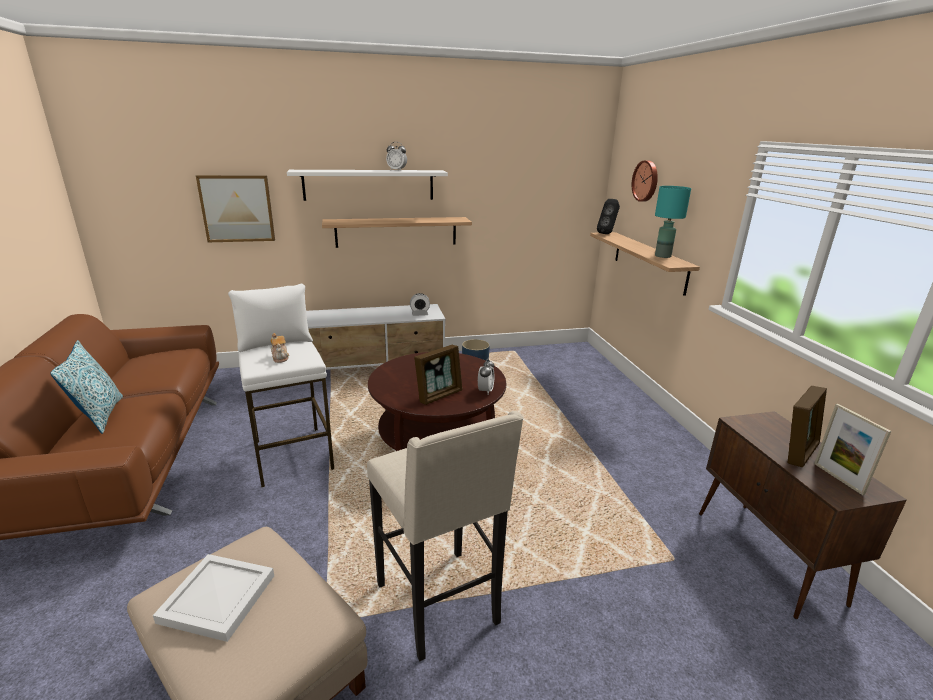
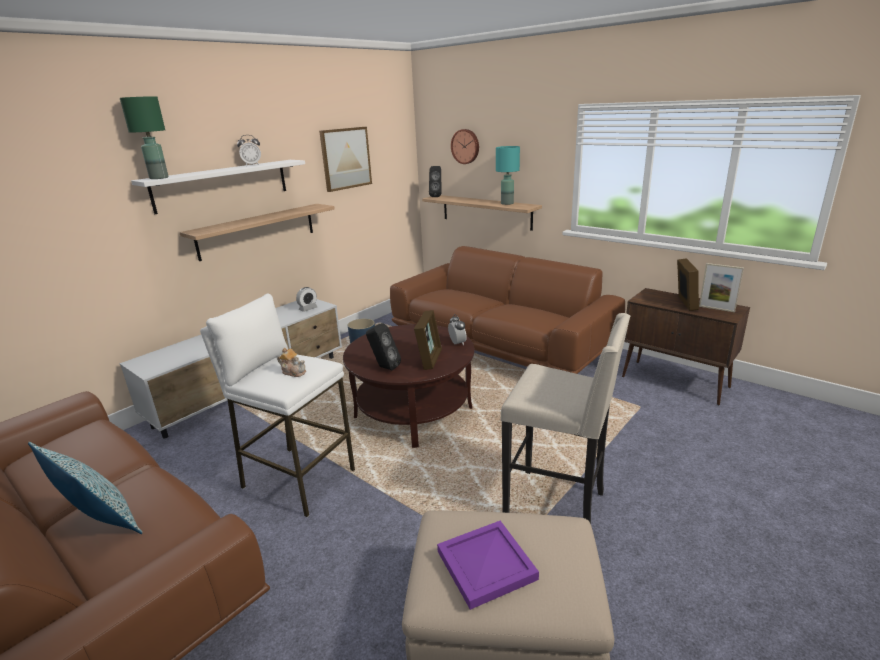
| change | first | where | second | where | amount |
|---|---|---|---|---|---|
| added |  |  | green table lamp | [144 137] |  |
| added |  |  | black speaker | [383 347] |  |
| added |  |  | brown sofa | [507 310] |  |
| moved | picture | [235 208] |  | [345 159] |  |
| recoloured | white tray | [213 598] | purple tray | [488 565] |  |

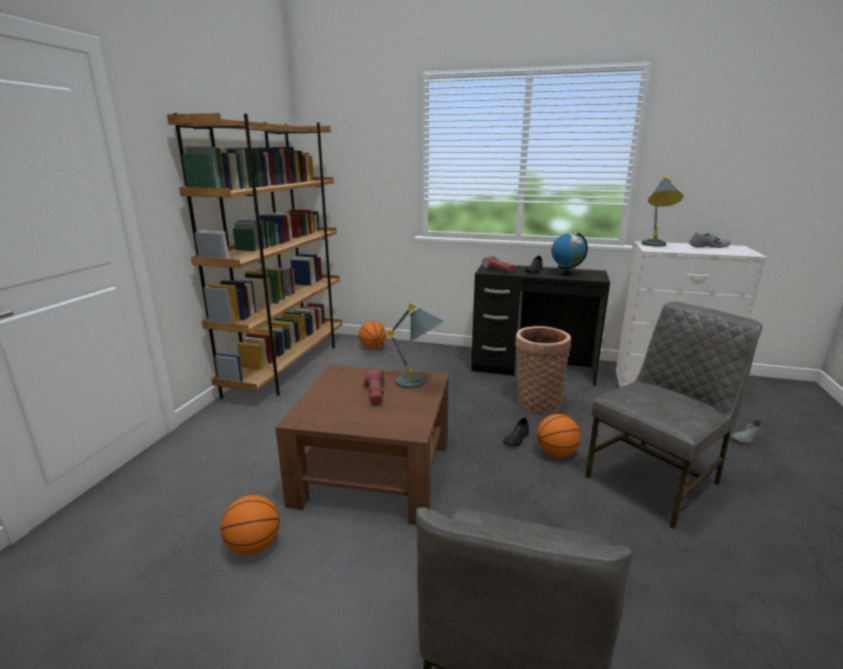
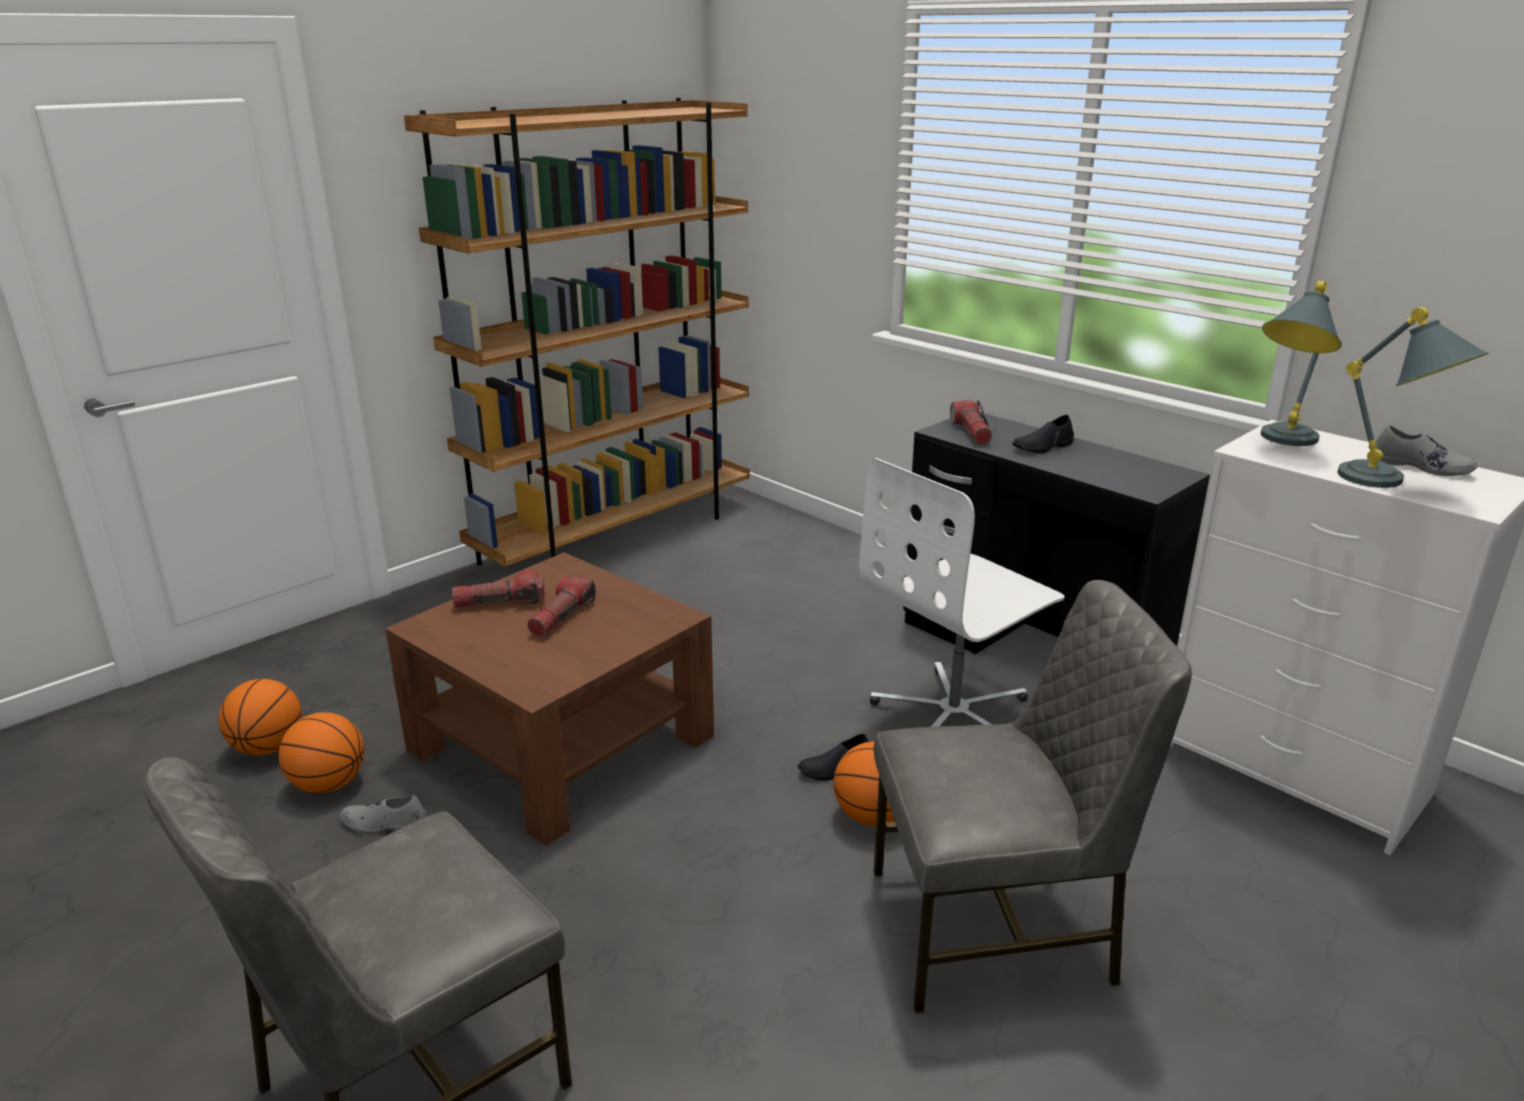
| change | first | where | second | where | amount |
|---|---|---|---|---|---|
| removed | globe | [570 254] |  |  |  |
| added |  |  | flashlight | [498 588] |  |
| moved | basketball | [372 335] |  | [260 717] |  |
| moved | grey table lamp | [416 346] |  | [1413 397] |  |
| moved | grey shoe | [747 431] |  | [383 814] |  |
| replaced | basket | [543 370] | white office chair | [962 592] |  |

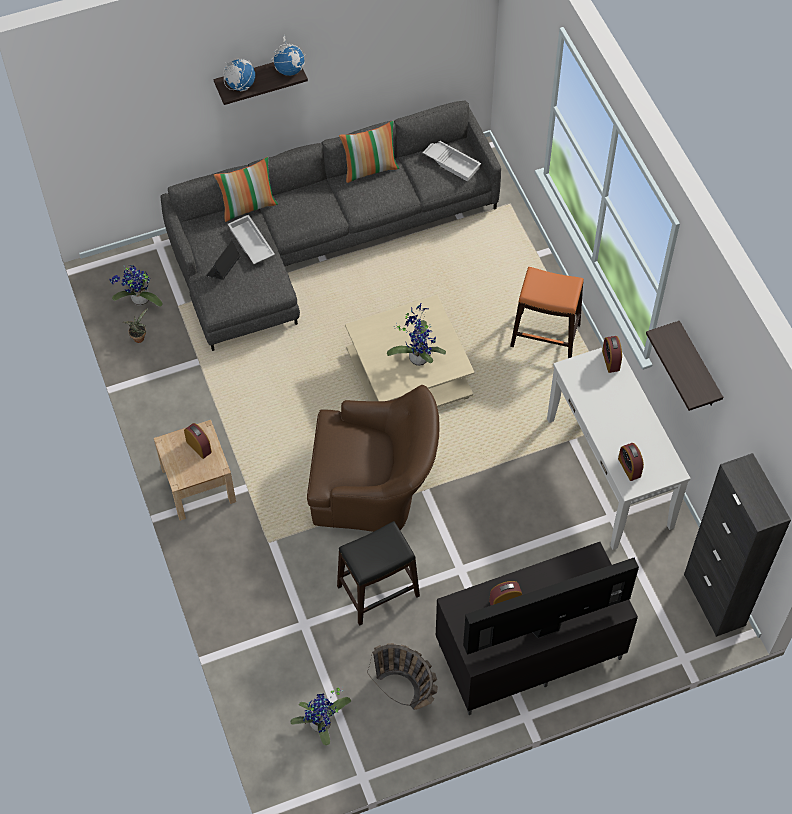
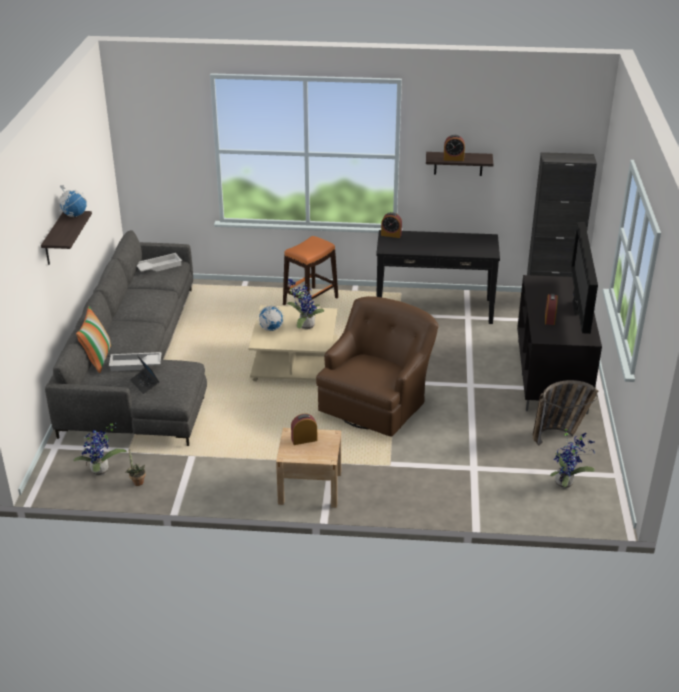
| change | first | where | second | where | amount |
|---|---|---|---|---|---|
| removed | black stool | [378 573] |  |  |  |
| removed | pillow | [369 152] |  |  |  |
| moved | globe | [239 74] |  | [270 318] |  |
| moved | alarm clock | [631 462] |  | [454 148] |  |
| recoloured | white console table | [619 448] | black console table | [438 277] |  |

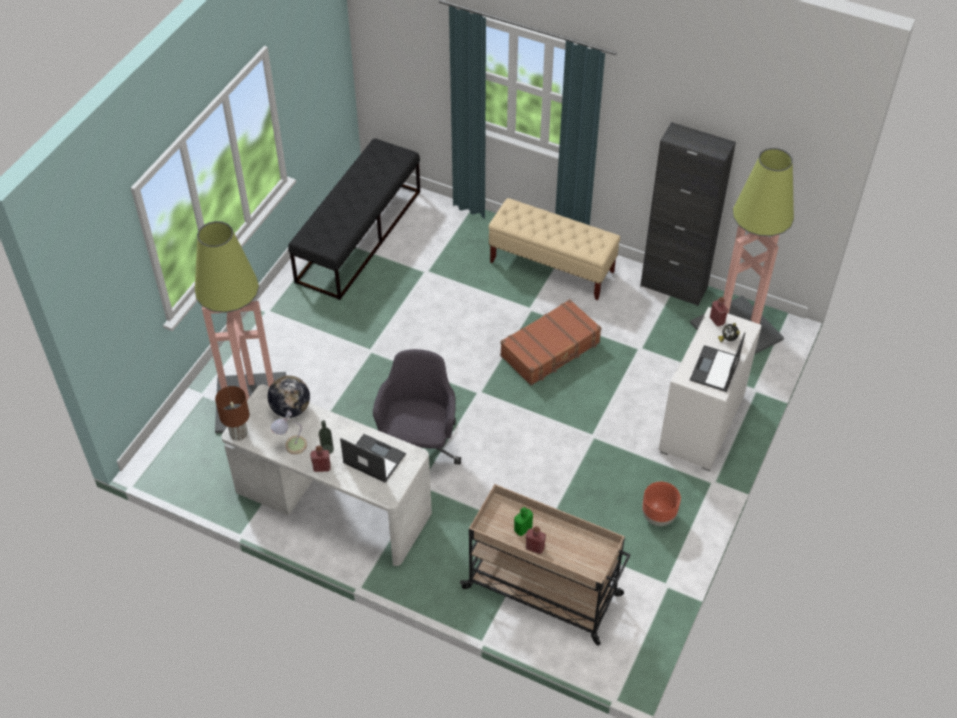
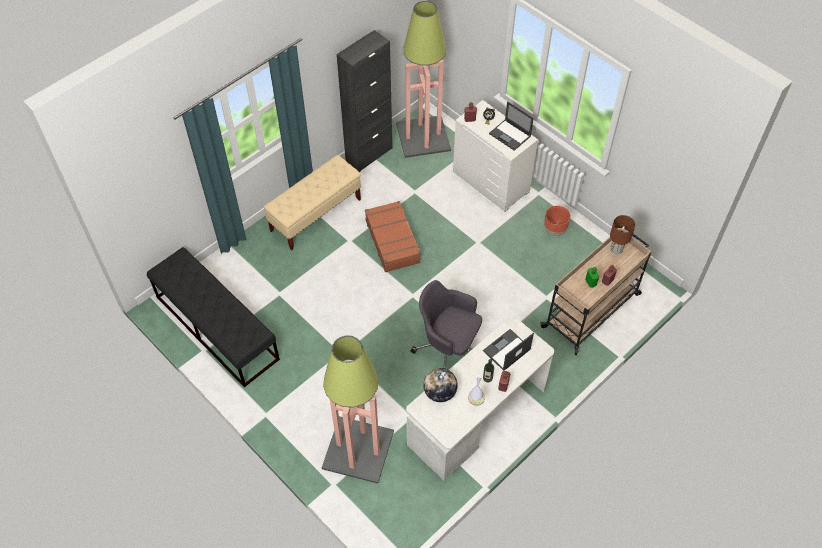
| change | first | where | second | where | amount |
|---|---|---|---|---|---|
| moved | brown table lamp | [232 413] |  | [622 234] |  |

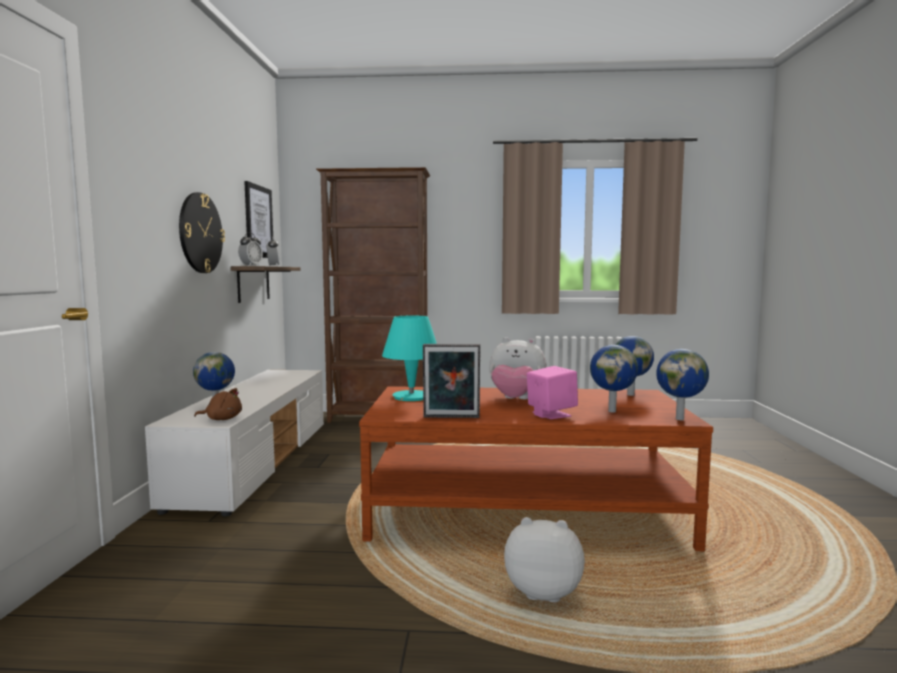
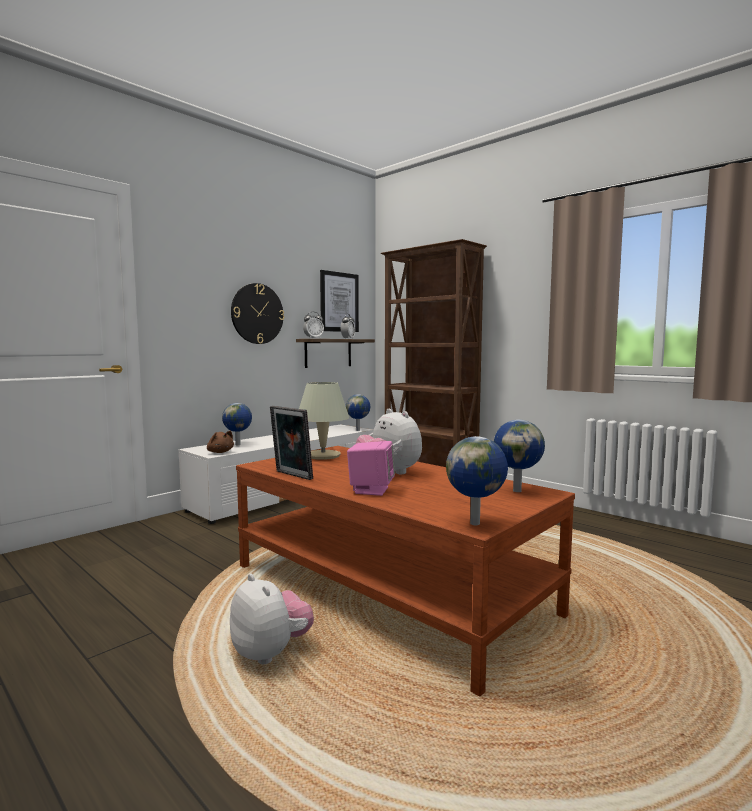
| change | first | where | second | where | amount |
|---|---|---|---|---|---|
| moved | globe | [614 379] |  | [358 412] |  |
| recoloured | turquoise table lamp | [409 358] | beige table lamp | [324 421] |  |

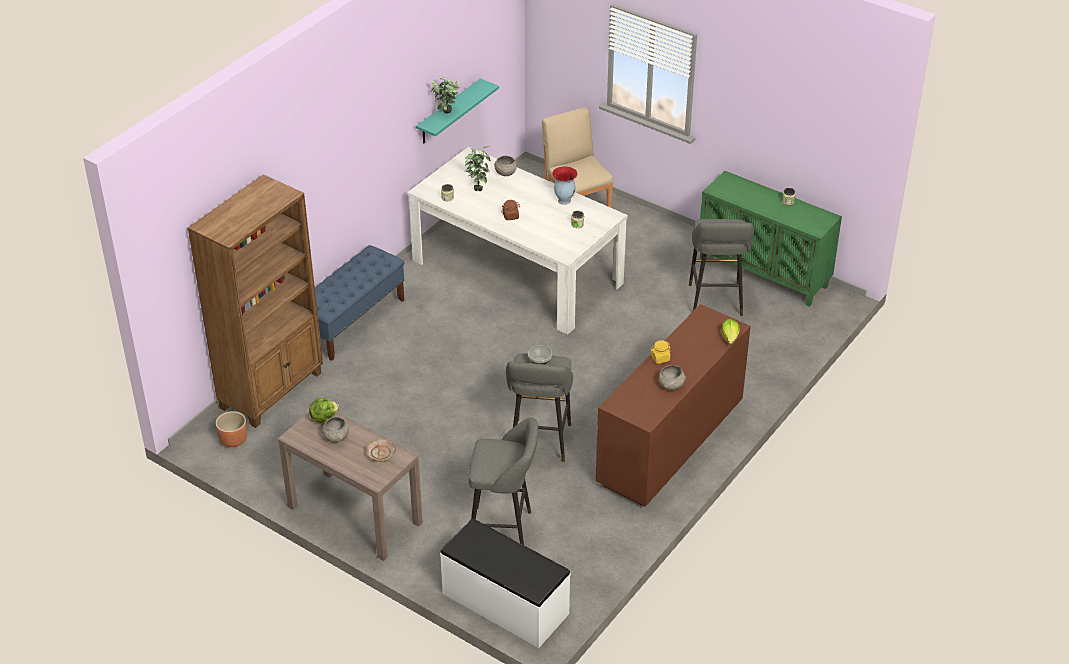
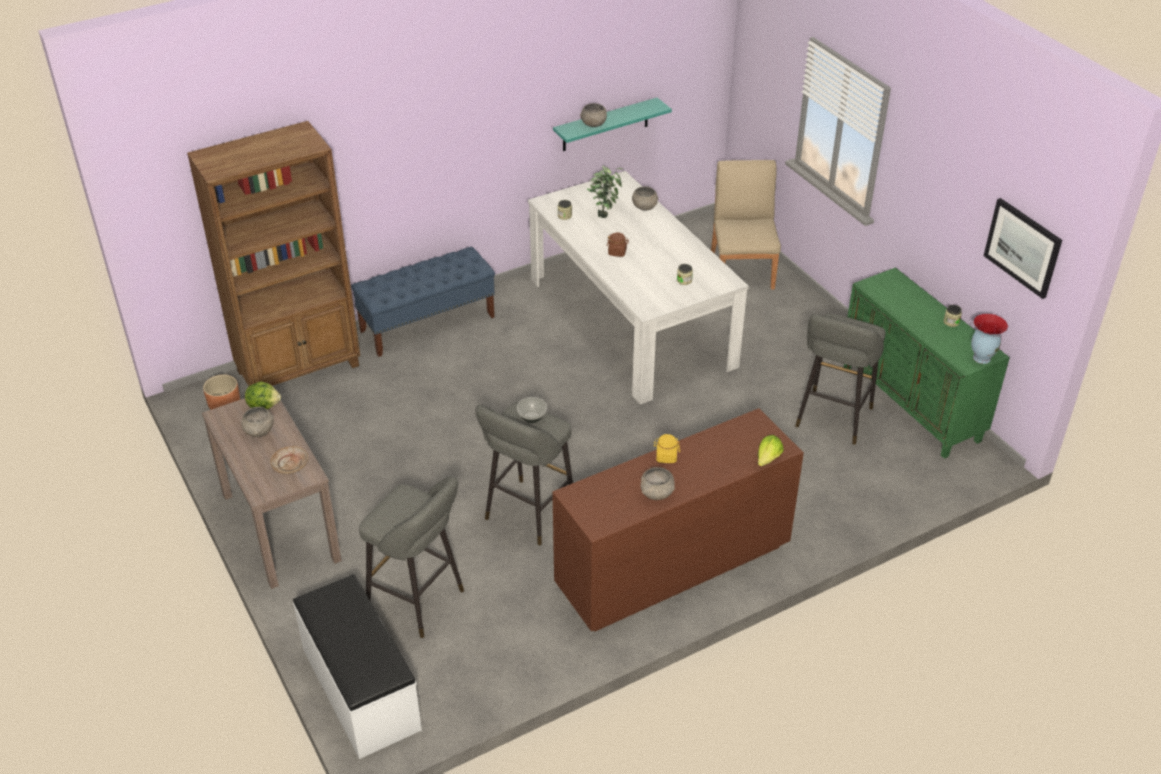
| change | first | where | second | where | amount |
|---|---|---|---|---|---|
| added |  |  | picture | [1023 248] |  |
| moved | vase | [565 185] |  | [989 338] |  |
| replaced | potted plant | [445 95] | grey bowl | [593 115] |  |

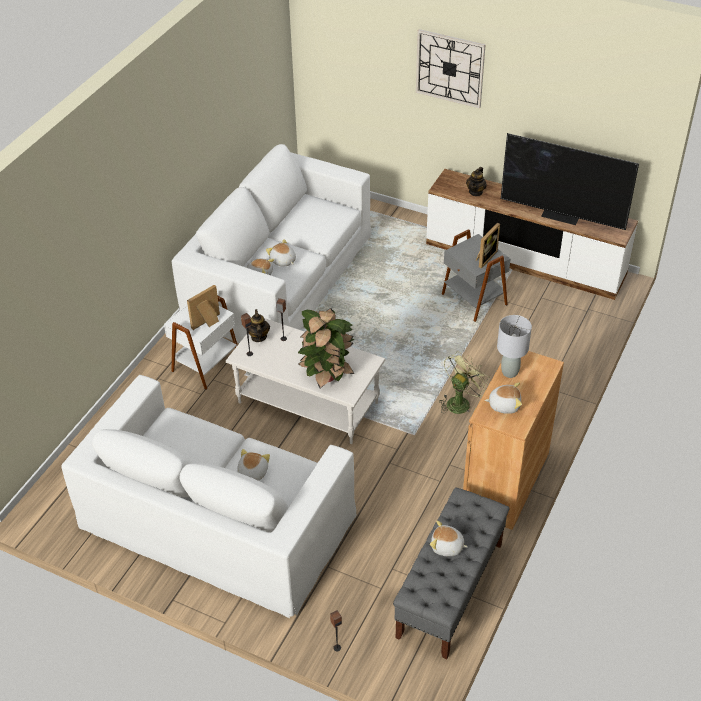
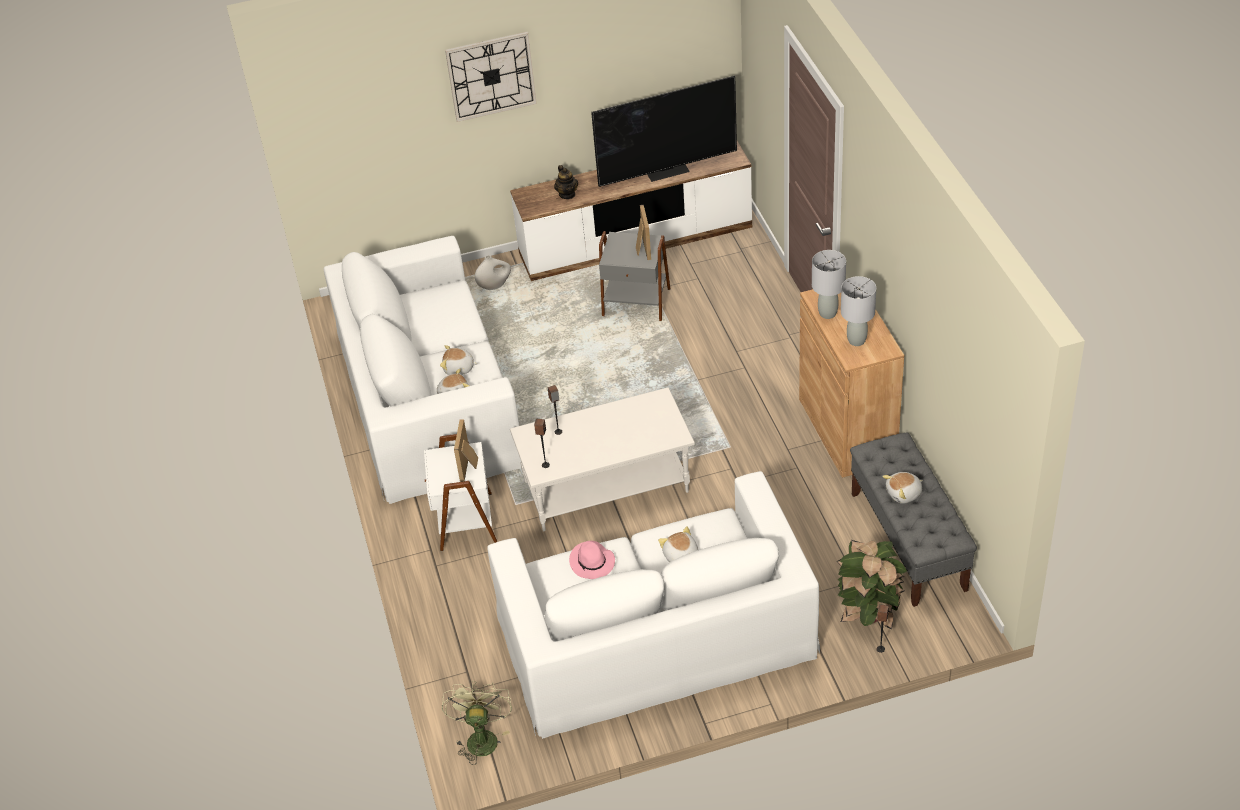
| change | first | where | second | where | amount |
|---|---|---|---|---|---|
| removed | teapot | [259 325] |  |  |  |
| added |  |  | white vase | [493 272] |  |
| added |  |  | pink hat | [592 560] |  |
| moved | potted plant | [326 348] |  | [871 585] |  |
| moved | green fan | [464 382] |  | [477 723] |  |
| replaced | plush toy | [503 398] | grey table lamp | [858 311] |  |

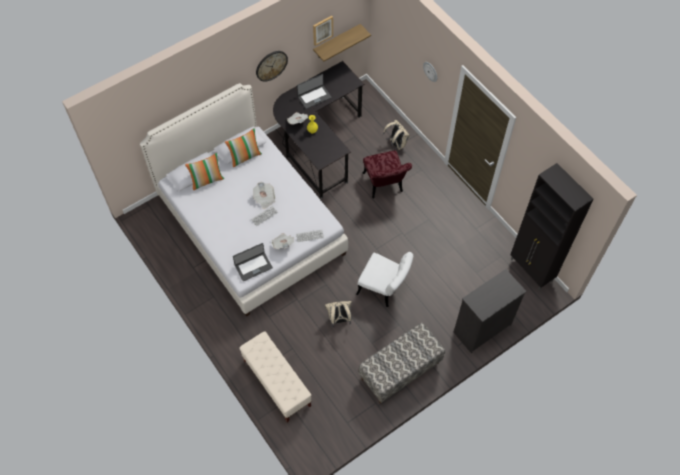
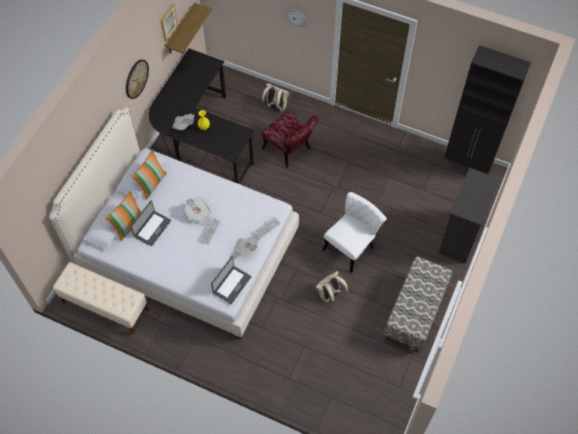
| change | first | where | second | where | amount |
|---|---|---|---|---|---|
| moved | beige bench | [275 376] |  | [100 298] |  |
| moved | laptop | [314 91] |  | [150 224] |  |
| turned | white chair | [384 279] |  | [354 232] | 45 degrees counterclockwise |

